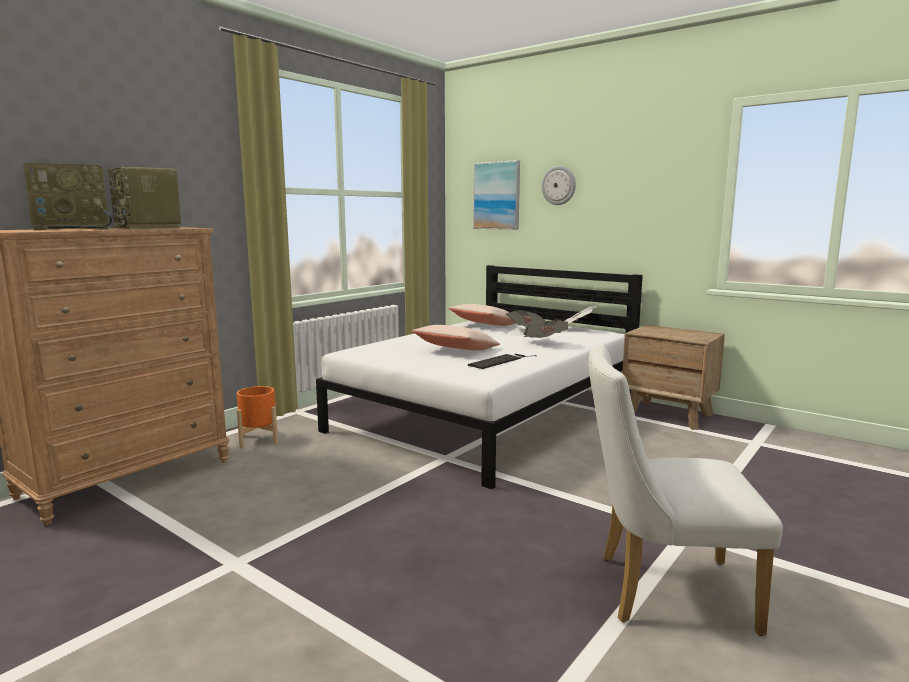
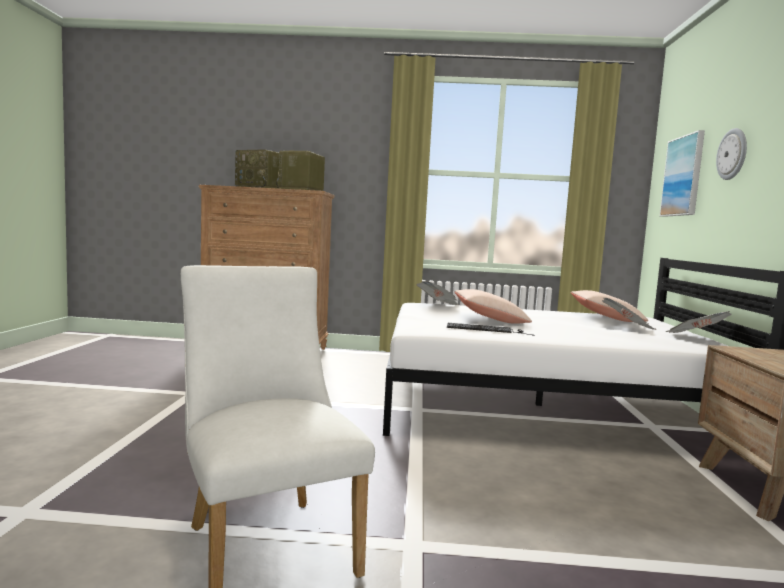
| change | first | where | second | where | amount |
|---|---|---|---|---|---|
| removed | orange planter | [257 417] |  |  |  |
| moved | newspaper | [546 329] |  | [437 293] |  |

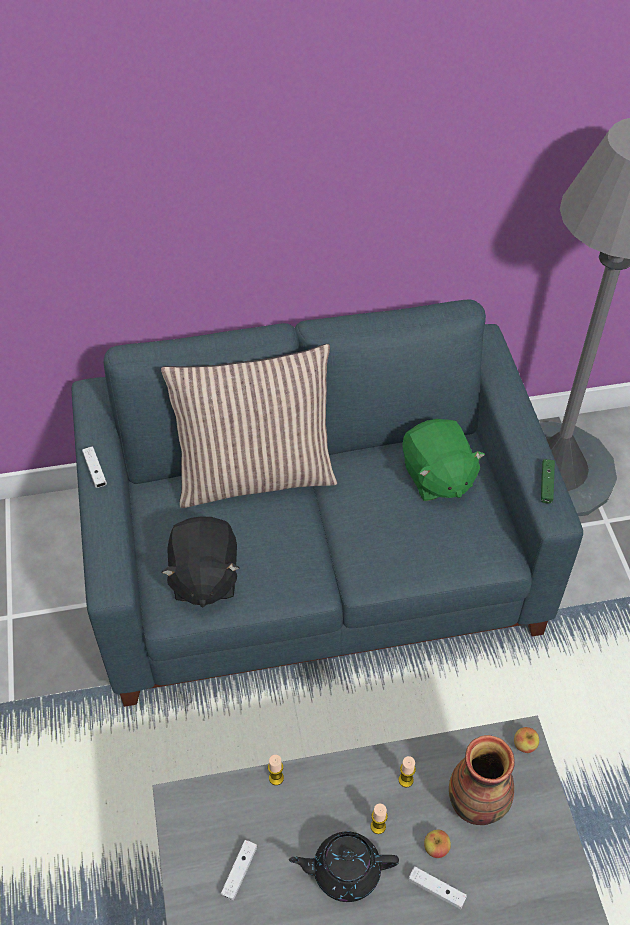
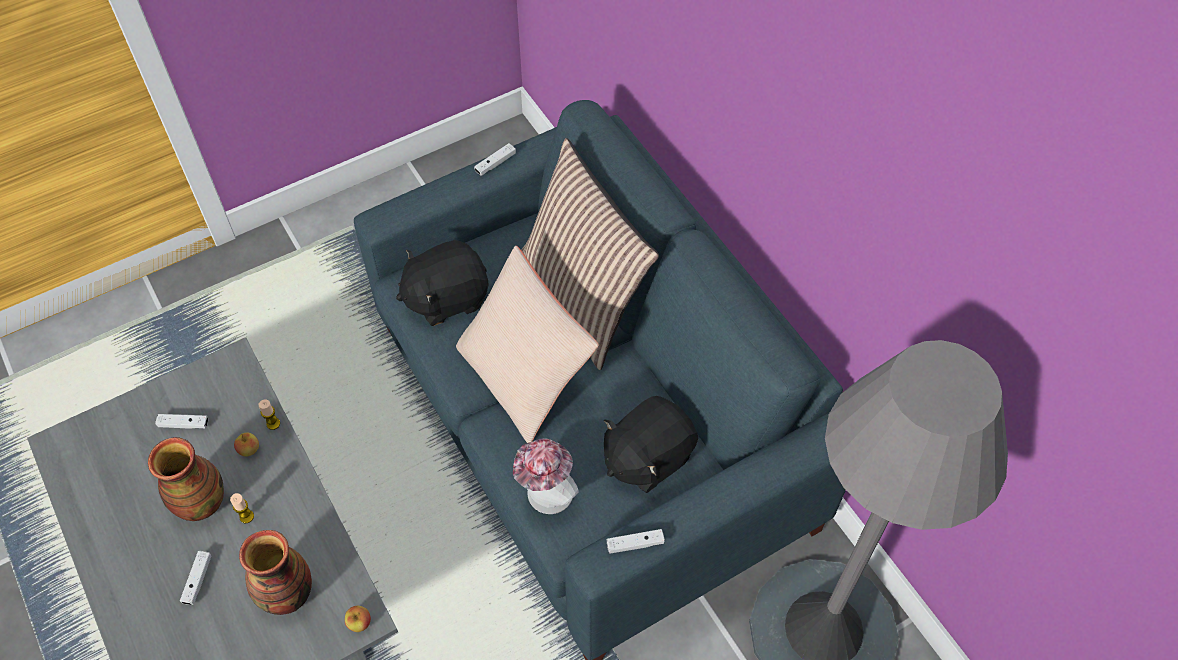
| change | first | where | second | where | amount |
|---|---|---|---|---|---|
| removed | candle | [407 771] |  |  |  |
| added |  |  | beige pillow | [527 344] |  |
| added |  |  | hat | [545 476] |  |
| moved | apple | [437 844] |  | [246 445] |  |
| replaced | black teapot | [344 867] | vase | [186 479] |  |
| recoloured | green plush toy | [443 460] | black plush toy | [651 444] |  |
| recoloured | green game controller | [548 481] | white game controller | [636 541] |  |

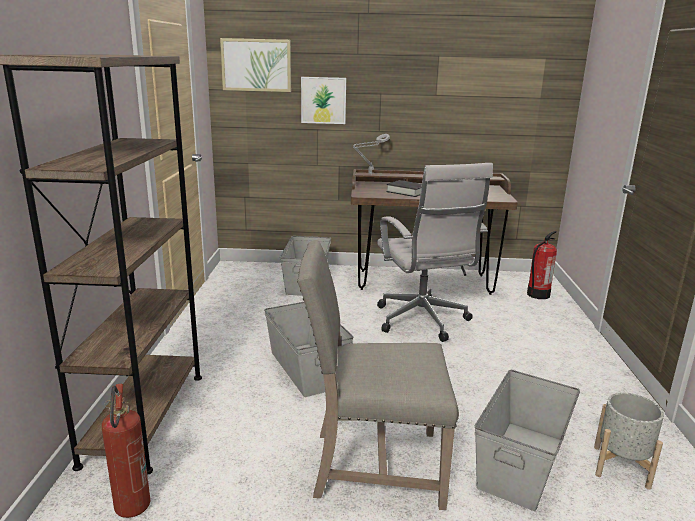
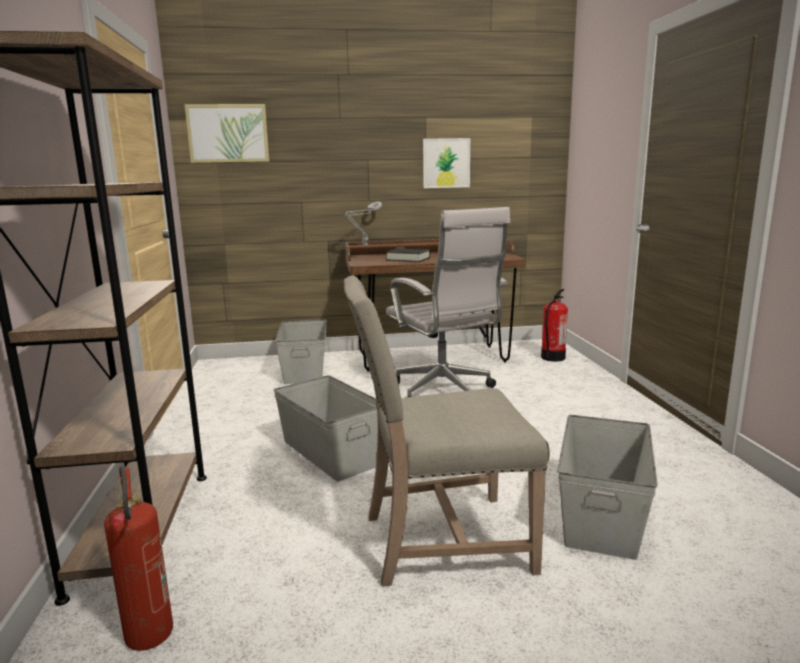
| change | first | where | second | where | amount |
|---|---|---|---|---|---|
| removed | grey planter | [629 441] |  |  |  |
| moved | picture | [323 100] |  | [446 163] |  |

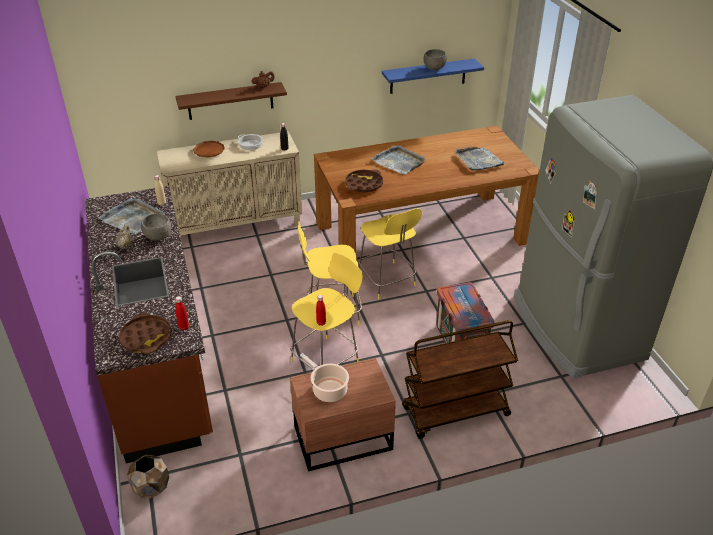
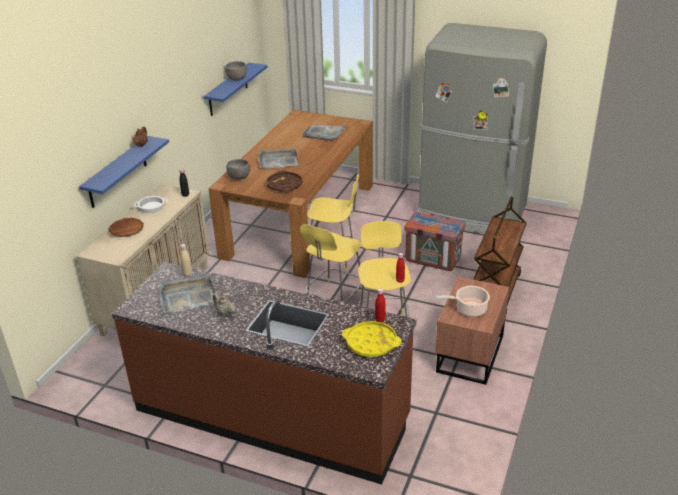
| change | first | where | second | where | amount |
|---|---|---|---|---|---|
| removed | brown planter | [148 476] |  |  |  |
| moved | grey bowl | [156 227] |  | [238 169] |  |
| recoloured | brown tray | [145 333] | yellow tray | [371 339] |  |
| recoloured | brown shelf | [231 101] | blue shelf | [124 172] |  |

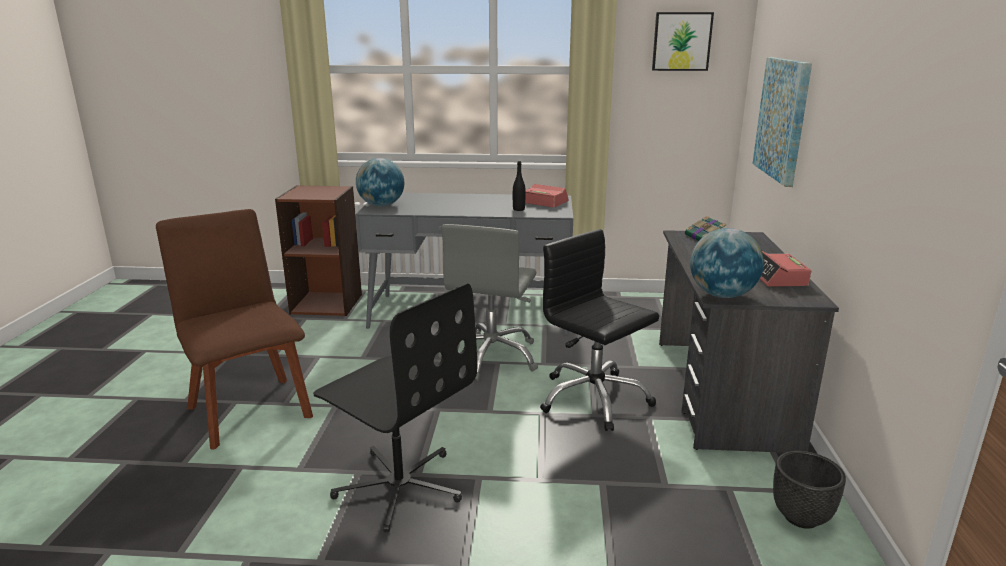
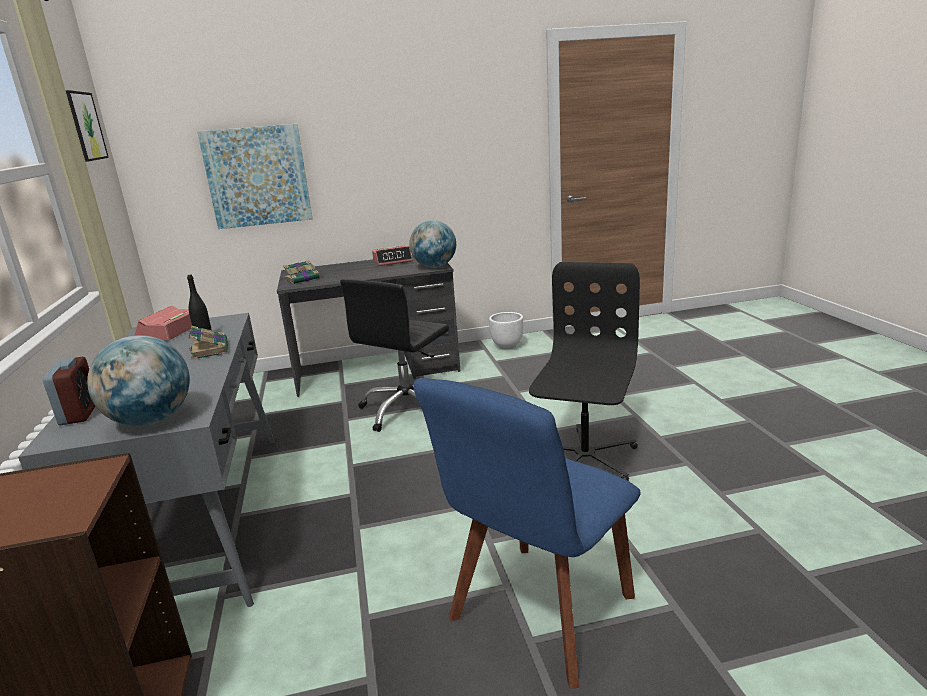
| change | first | where | second | where | amount |
|---|---|---|---|---|---|
| removed | grey office chair | [488 302] |  |  |  |
| added |  |  | alarm clock | [69 391] |  |
| added |  |  | book | [208 343] |  |
| recoloured | brown chair | [234 329] | blue chair | [527 533] |  |
| recoloured | black planter | [809 490] | white planter | [506 331] |  |

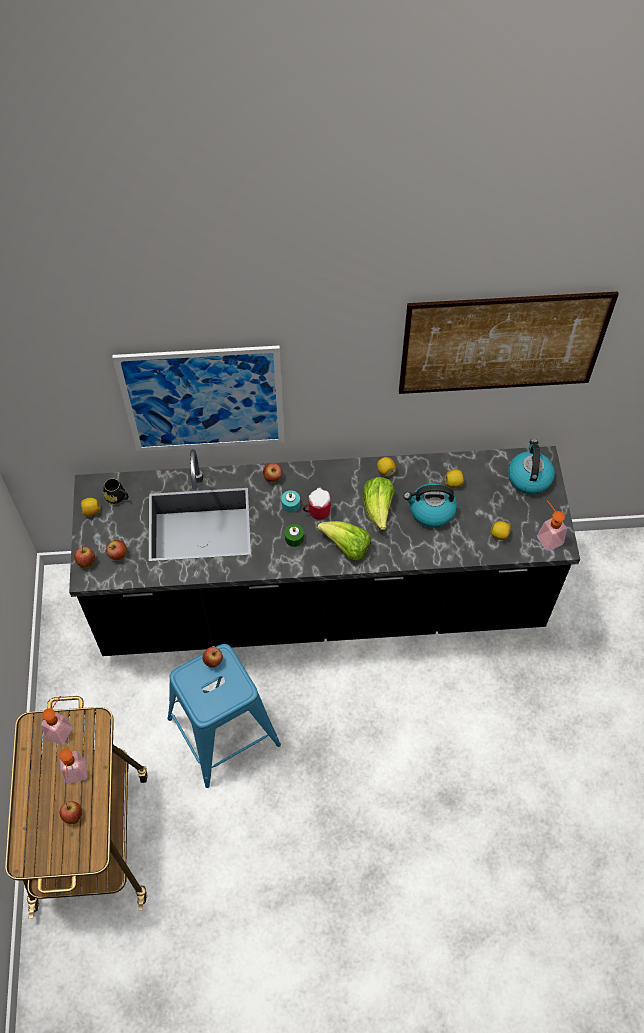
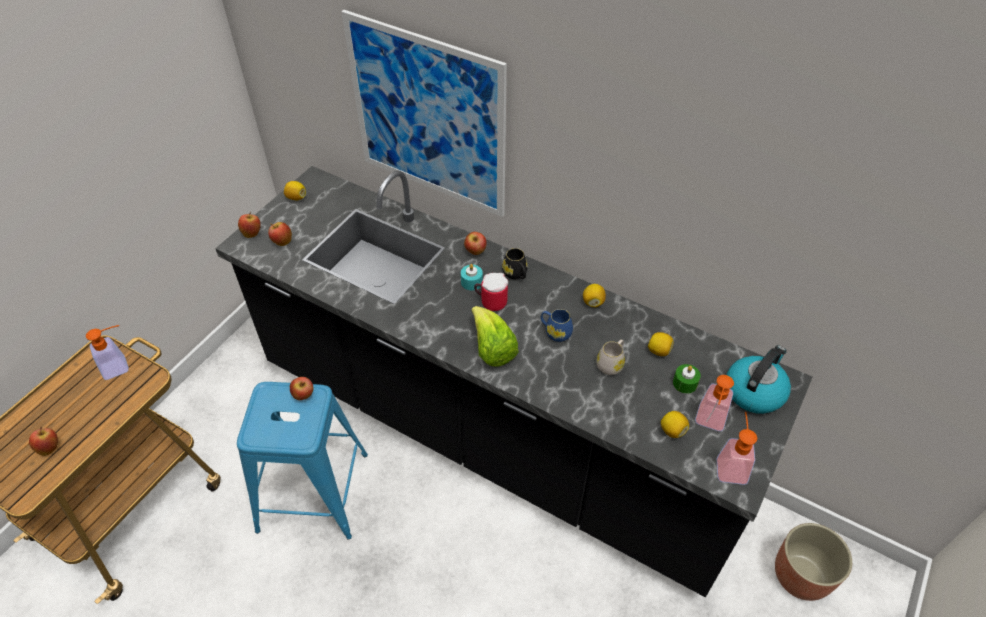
| change | first | where | second | where | amount |
|---|---|---|---|---|---|
| removed | picture | [509 343] |  |  |  |
| added |  |  | planter | [813 562] |  |
| moved | soap dispenser | [73 766] |  | [714 403] |  |
| moved | black mug | [116 491] |  | [515 263] |  |
| moved | green candle | [294 535] |  | [687 379] |  |
| replaced | lettuce | [378 503] | blue mug | [557 325] |  |
| replaced | kettle | [430 505] | white mug | [610 357] |  |

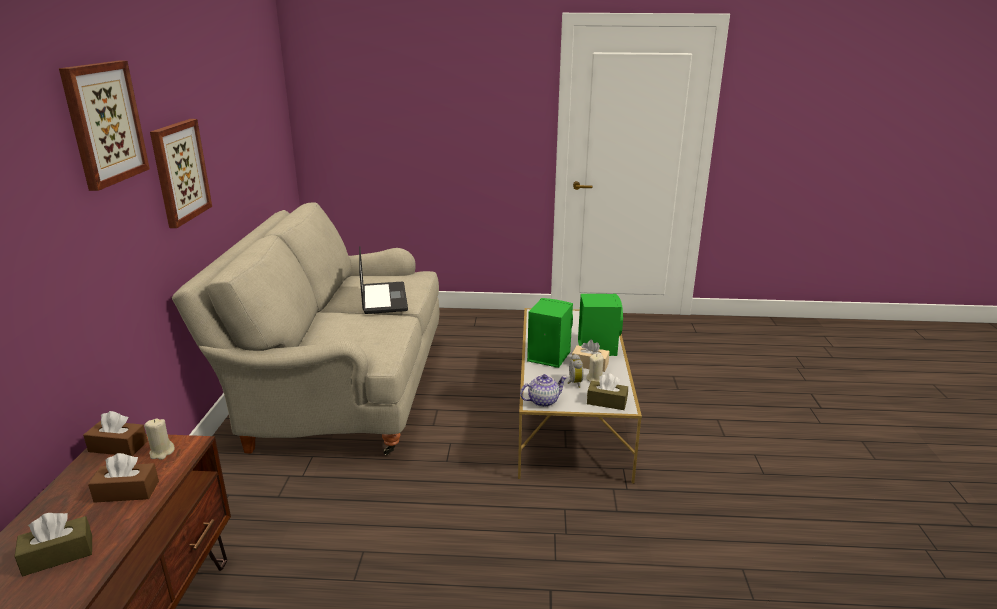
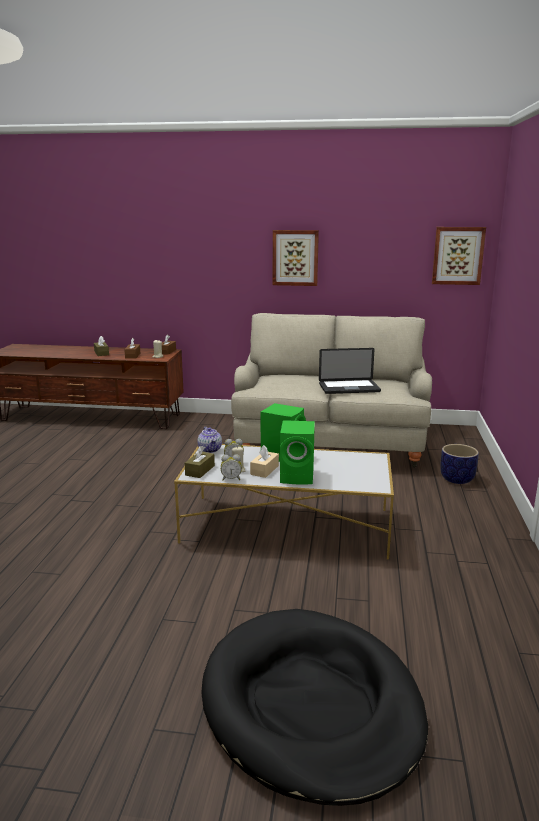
| change | first | where | second | where | amount |
|---|---|---|---|---|---|
| added |  |  | black dog bed | [314 707] |  |
| added |  |  | alarm clock | [231 467] |  |
| added |  |  | planter | [459 464] |  |
| moved | picture | [104 126] |  | [459 256] |  |

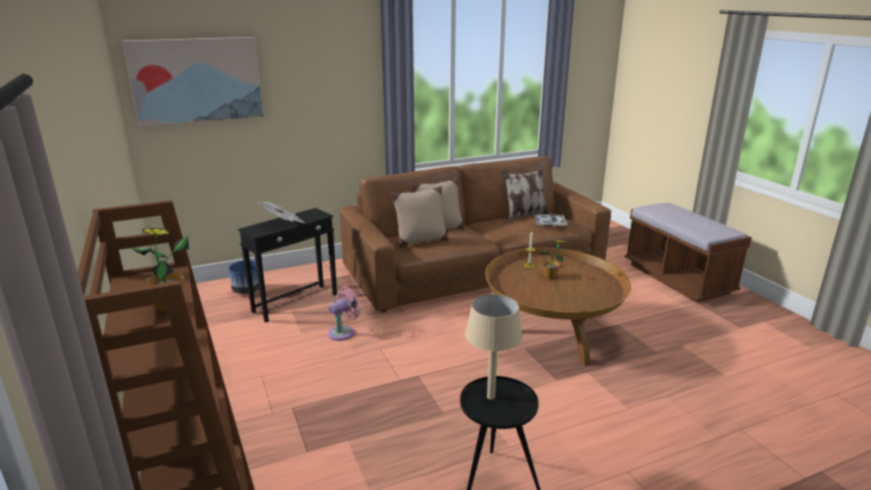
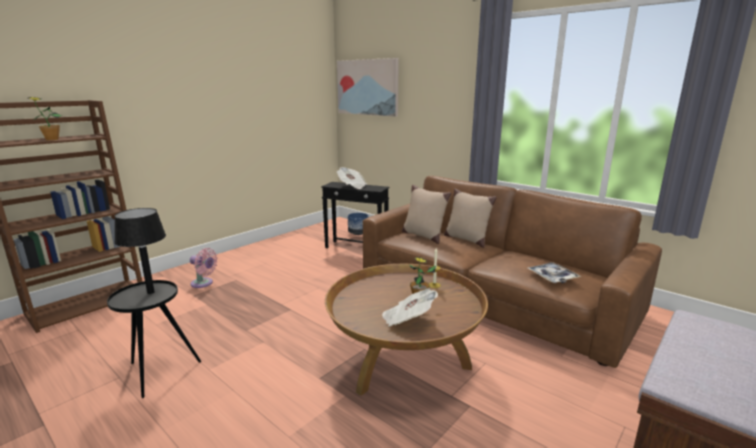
| change | first | where | second | where | amount |
|---|---|---|---|---|---|
| removed | pillow | [525 194] |  |  |  |
| added |  |  | newspaper | [410 307] |  |
| moved | pink fan | [344 314] |  | [204 268] |  |
| recoloured | beige table lamp | [494 347] | black table lamp | [140 251] |  |

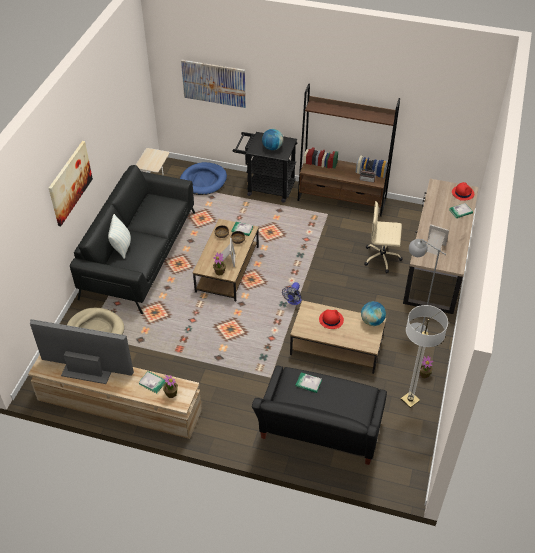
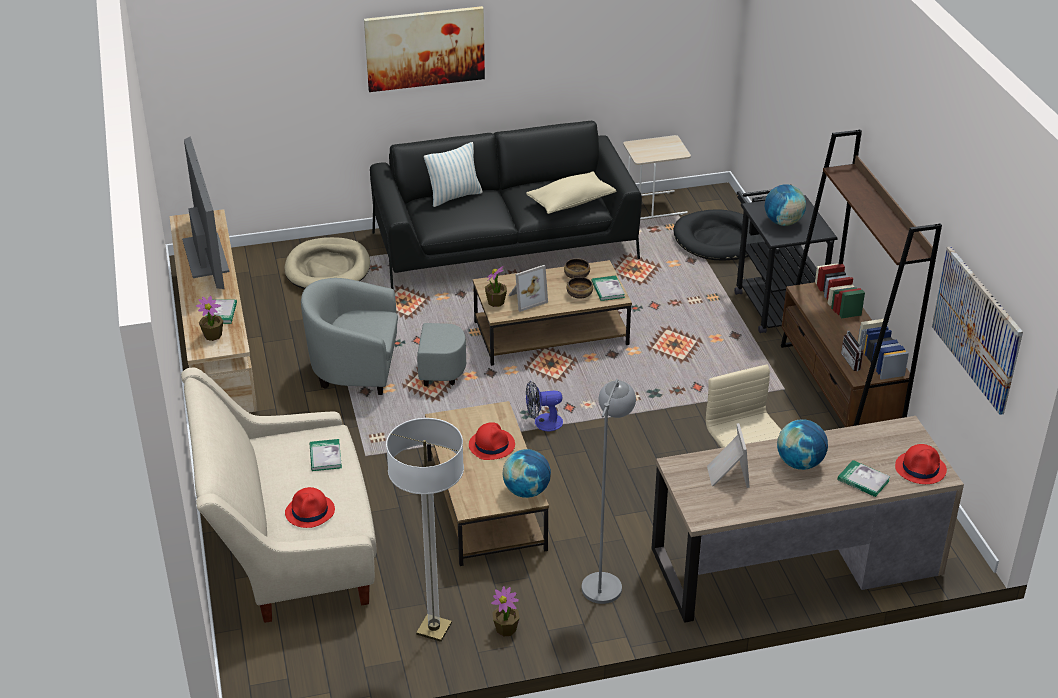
| change | first | where | second | where | amount |
|---|---|---|---|---|---|
| added |  |  | red hat | [310 507] |  |
| added |  |  | grey armchair | [383 336] |  |
| added |  |  | beige pillow | [571 192] |  |
| added |  |  | globe | [802 444] |  |
| moved | picture | [213 84] |  | [977 331] |  |
| recoloured | blue dog bed | [203 178] | black dog bed | [719 234] |  |
| recoloured | black sofa | [319 415] | beige sofa | [279 495] |  |

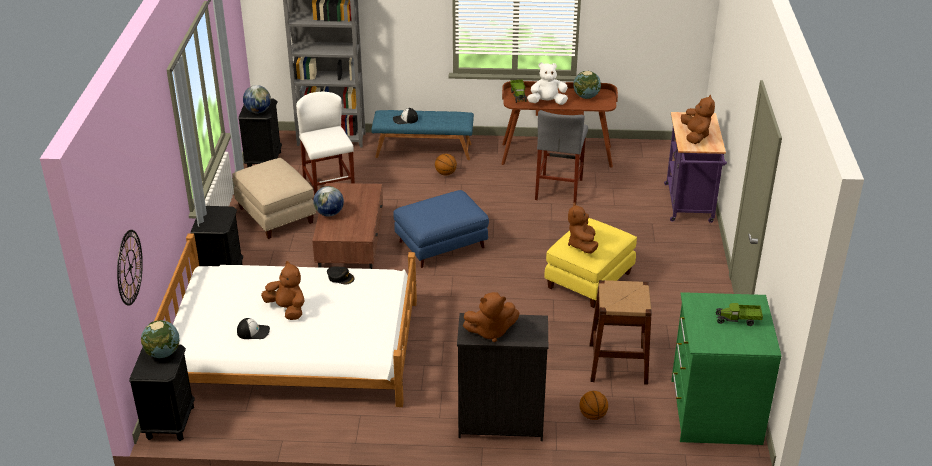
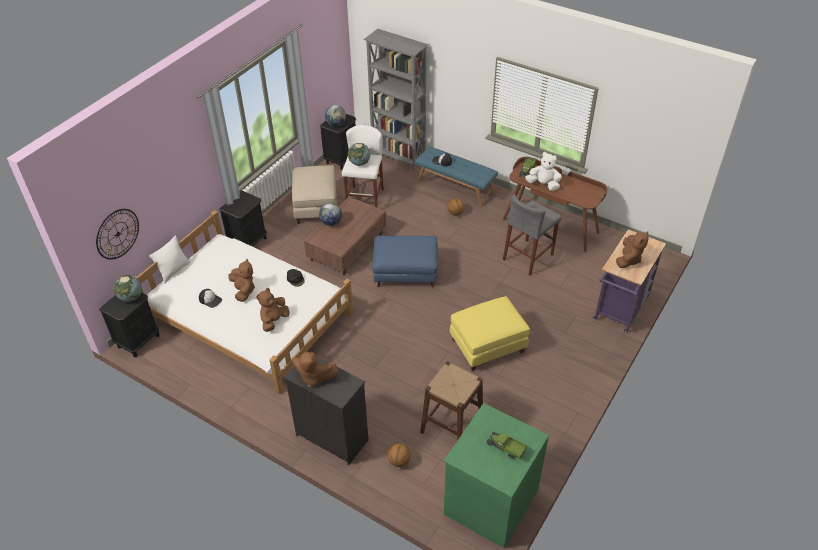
| change | first | where | second | where | amount |
|---|---|---|---|---|---|
| added |  |  | white pillow | [170 259] |  |
| moved | brown plush toy | [583 228] |  | [273 310] |  |
| moved | globe | [587 85] |  | [359 154] |  |

